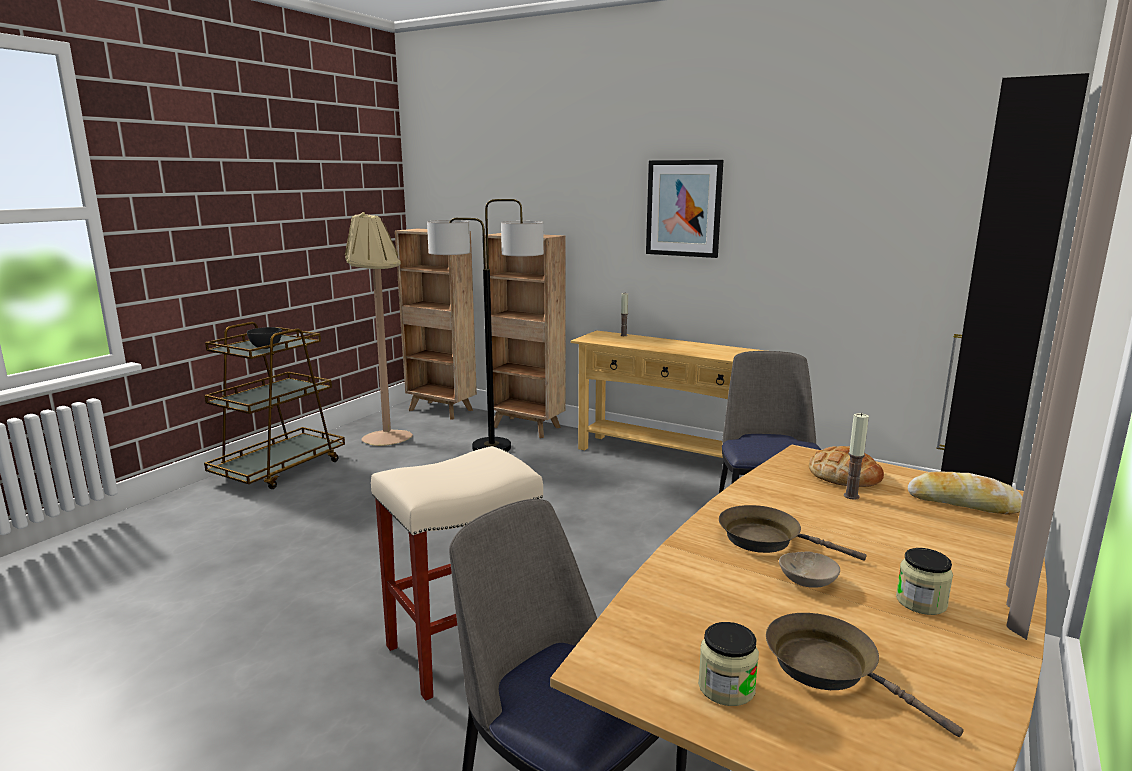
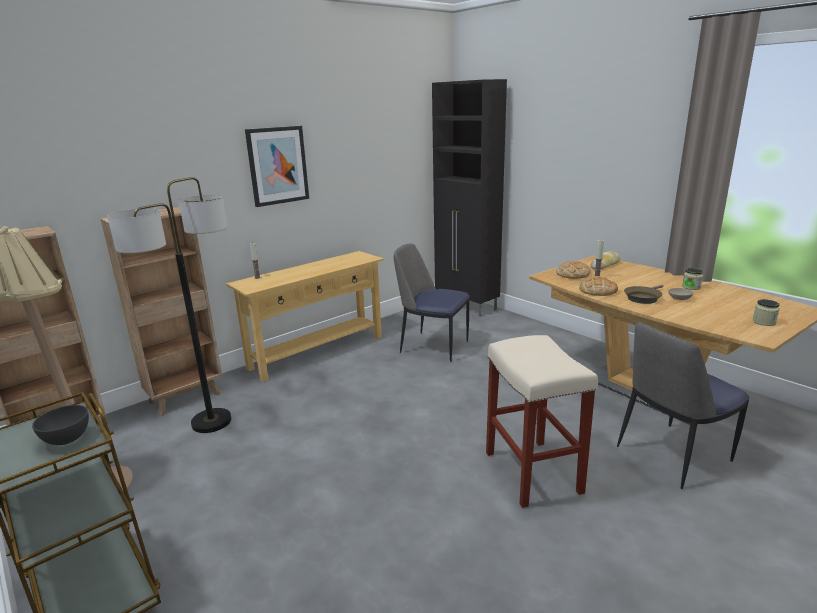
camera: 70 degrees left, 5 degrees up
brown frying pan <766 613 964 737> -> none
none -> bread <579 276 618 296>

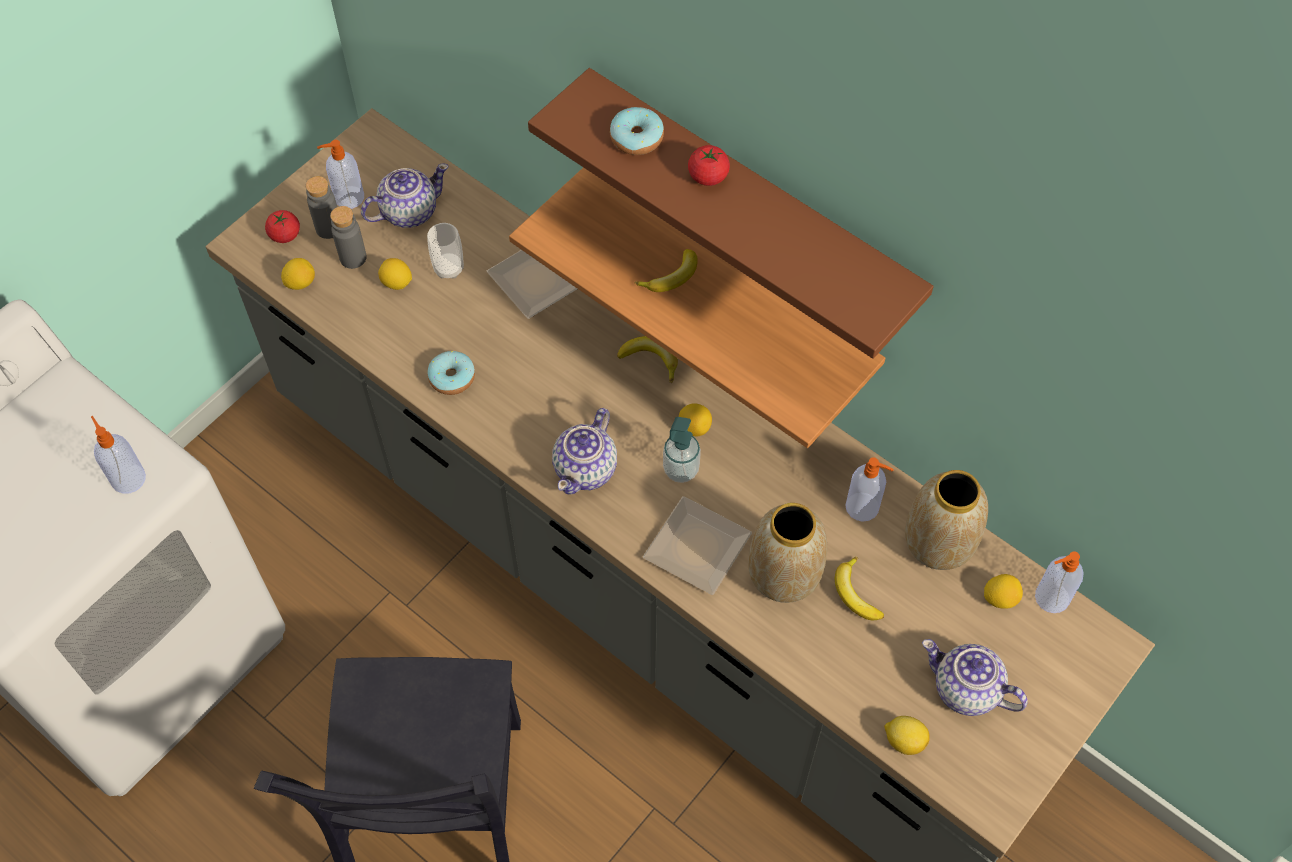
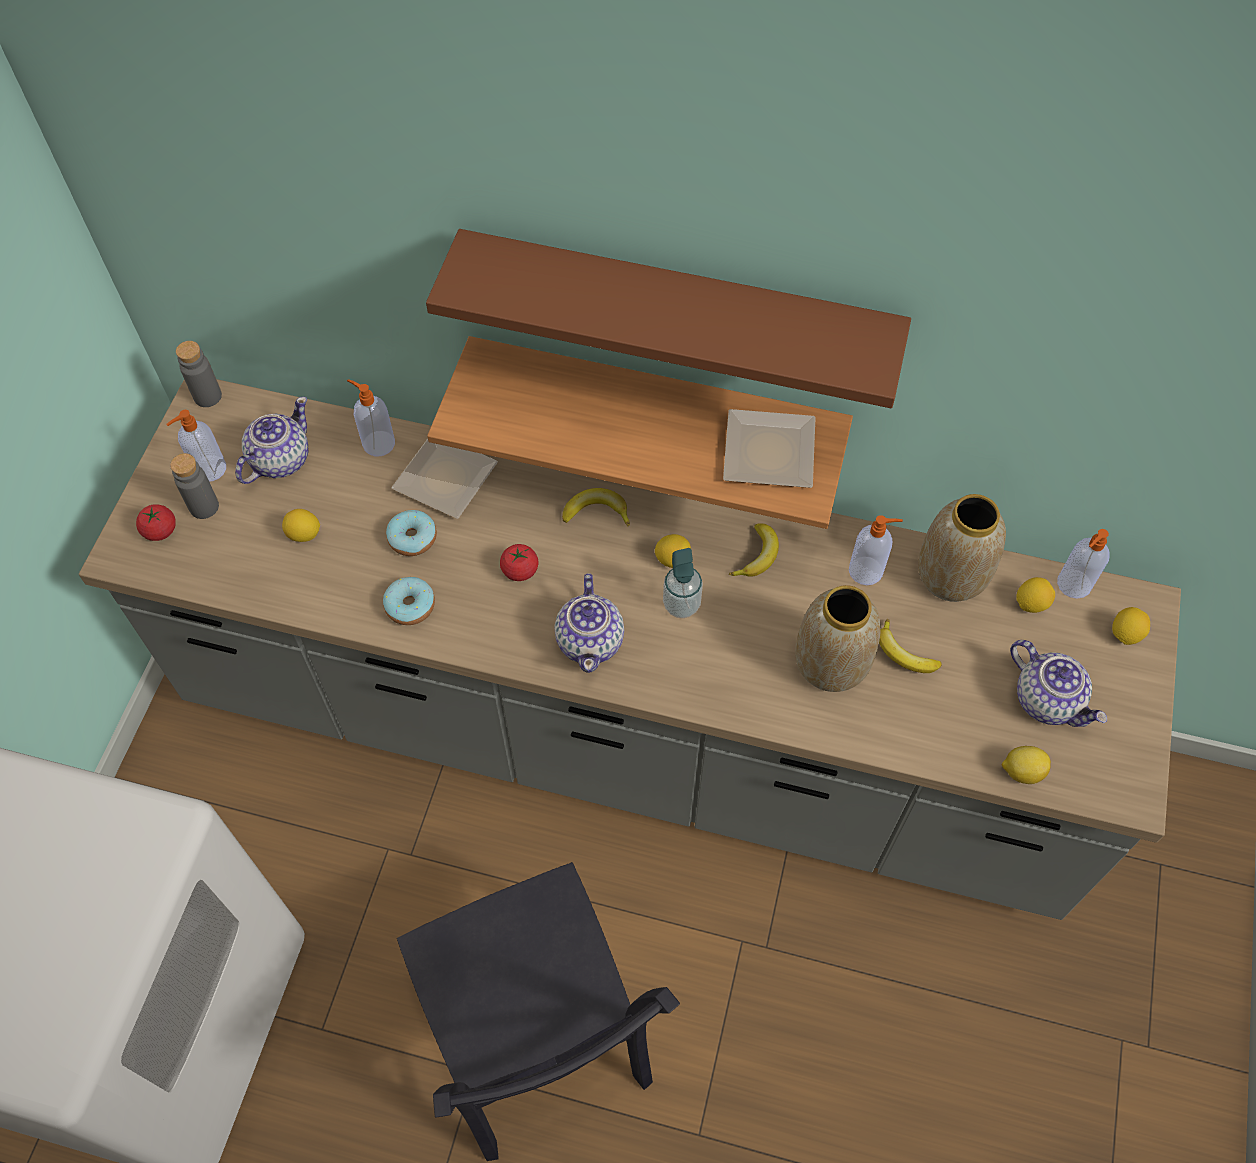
camera: 25 degrees left, 0 degrees up
donut <610 107 664 155> -> donut <386 510 437 556>, moved
tomato <688 145 730 186> -> tomato <500 544 538 581>, moved
grey bottle <330 206 367 269> -> grey bottle <176 341 222 407>, moved
cup <427 223 464 279> -> none
banana <635 249 698 292> -> banana <729 523 779 577>, moved
lemon <281 258 315 290> -> lemon <1112 607 1150 645>, moved
soap dispenser <91 416 146 494> -> soap dispenser <347 379 395 457>, moved
plate <643 496 752 595> -> plate <723 409 816 488>, moved
teapot <922 639 1028 716> -> teapot <1010 640 1107 727>, 135 degrees counterclockwise

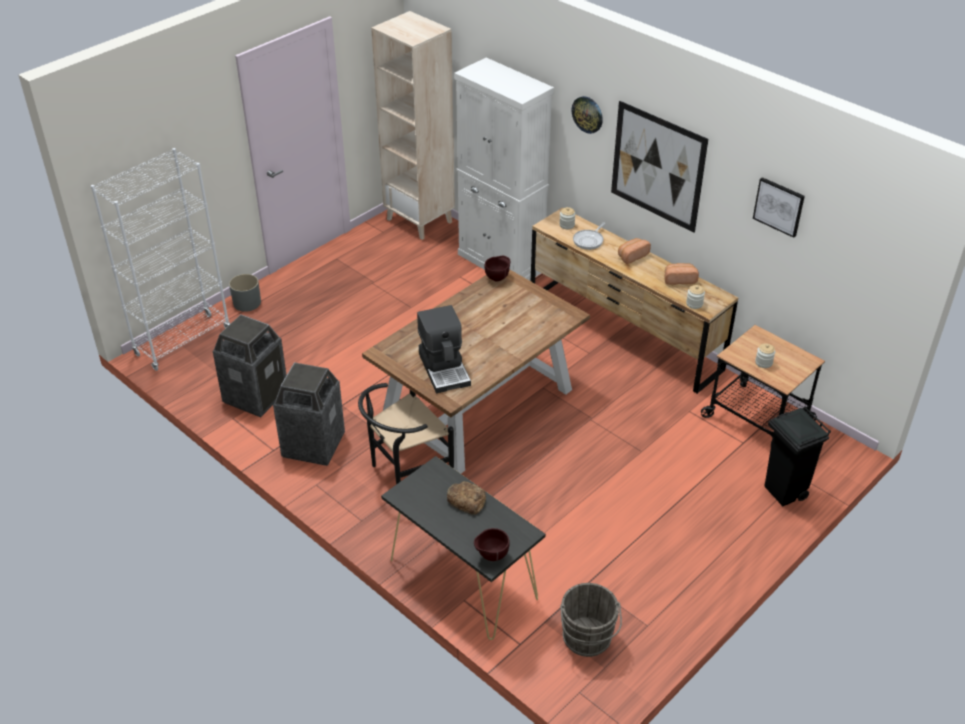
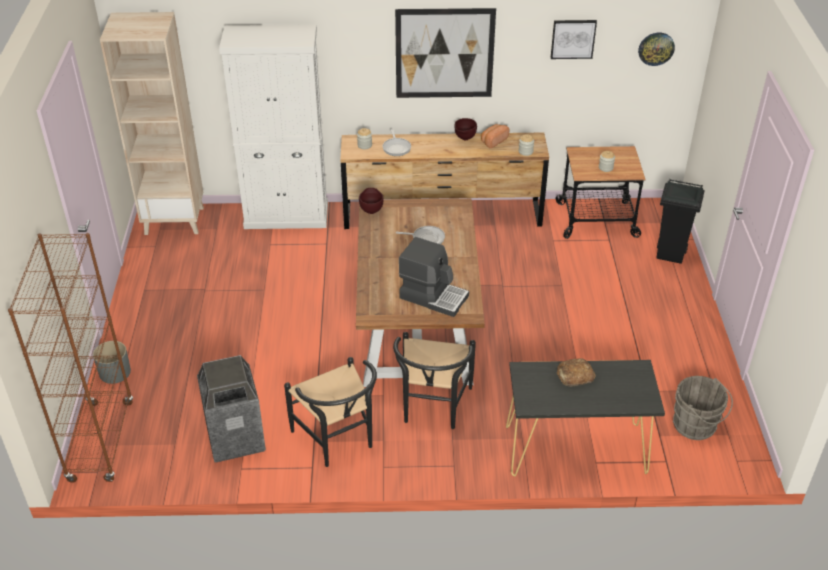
camera: 45 degrees left, 0 degrees up
wall clock <572 96 603 134> -> wall clock <638 33 675 66>, moved
white bookcase <91 148 230 371> -> brown bookcase <8 233 133 483>
bread <618 238 651 264> -> none
trash can <273 362 345 466> -> black chair <284 357 377 467>
brown bowl <474 528 510 561> -> brown bowl <454 118 477 140>, moved
none -> frying pan <396 226 445 244>

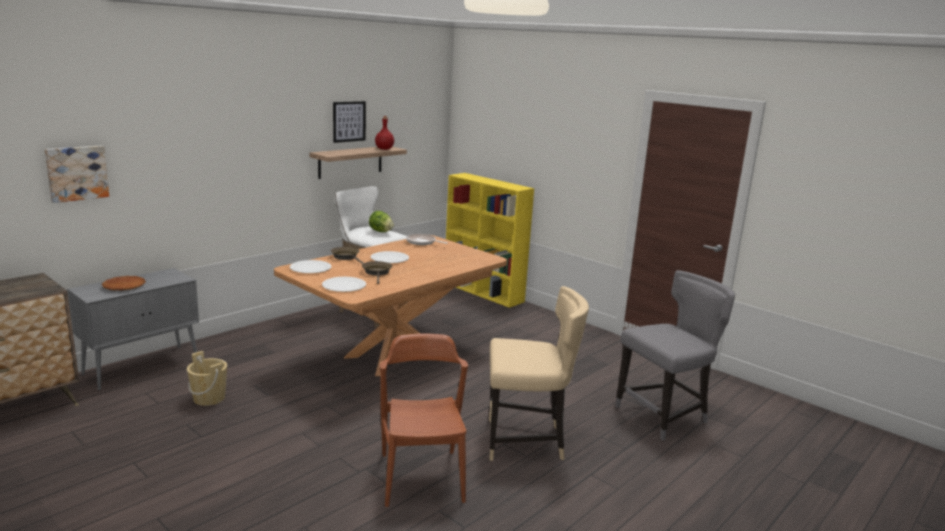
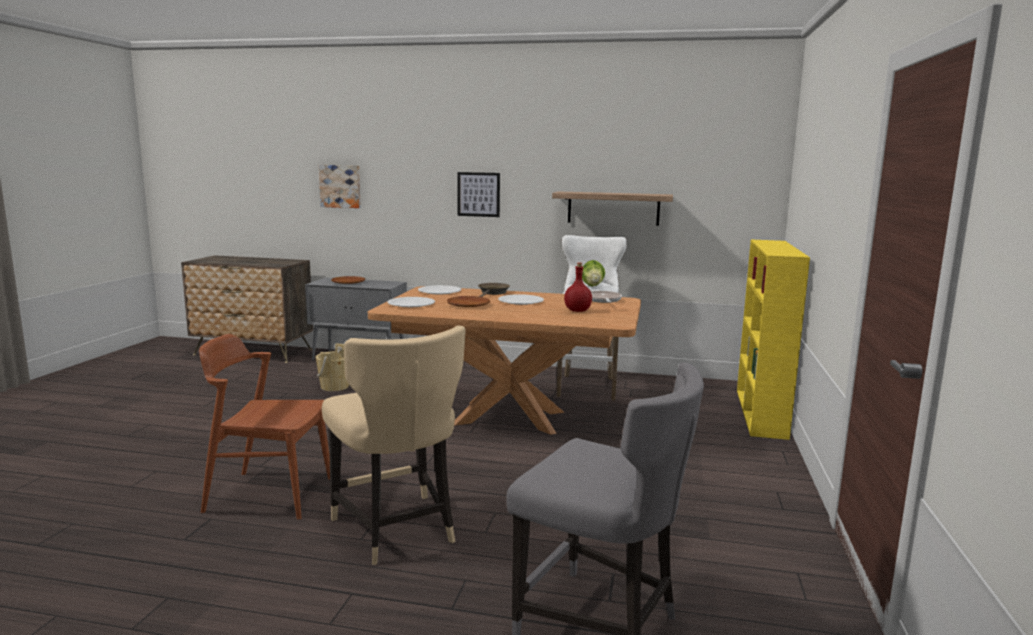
camera: 60 degrees right, 5 degrees down
picture <333 101 366 143> -> picture <457 172 500 217>, moved
red bottle <375 116 394 150> -> red bottle <564 263 592 312>, moved
brown frying pan <362 261 392 284> -> brown plate <447 296 491 307>
brown chair <380 333 468 507> -> brown chair <199 334 330 520>, 135 degrees counterclockwise

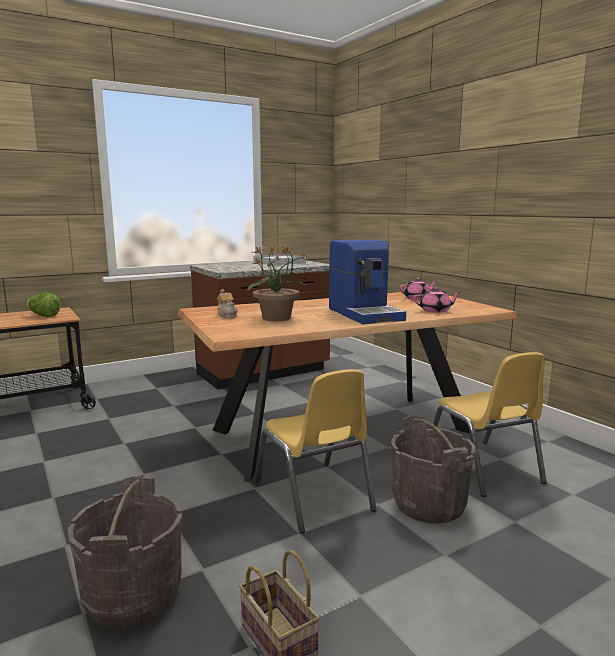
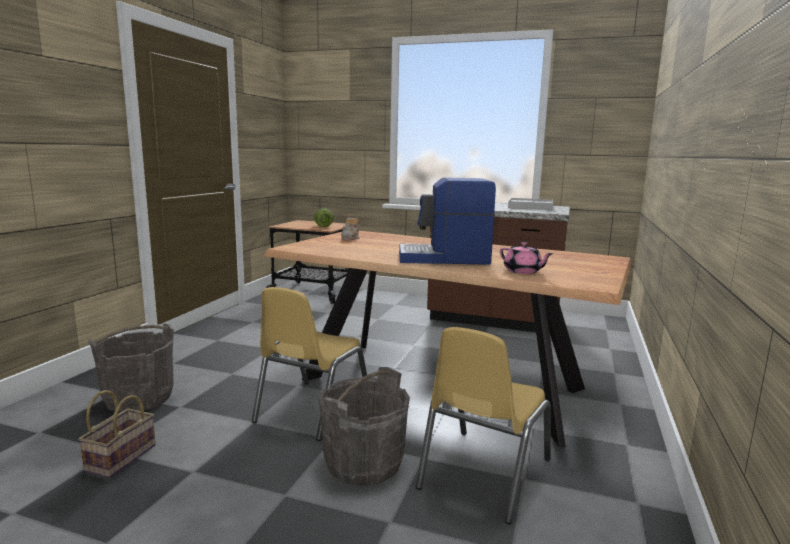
camera: 50 degrees right, 0 degrees up
coffee machine <329 239 406 324> -> coffee machine <399 177 496 265>, 60 degrees clockwise
potted plant <247 246 308 321> -> none
pink teapot <400 278 437 300> -> none

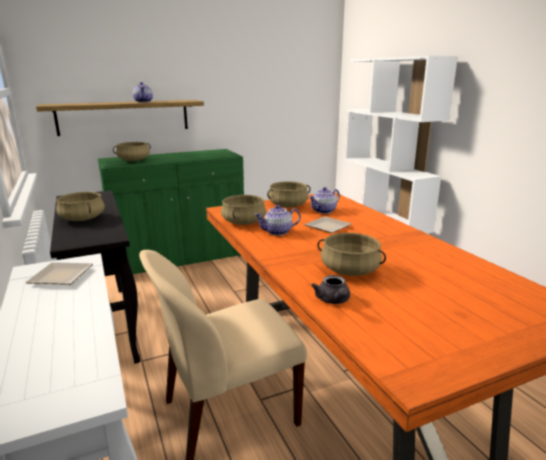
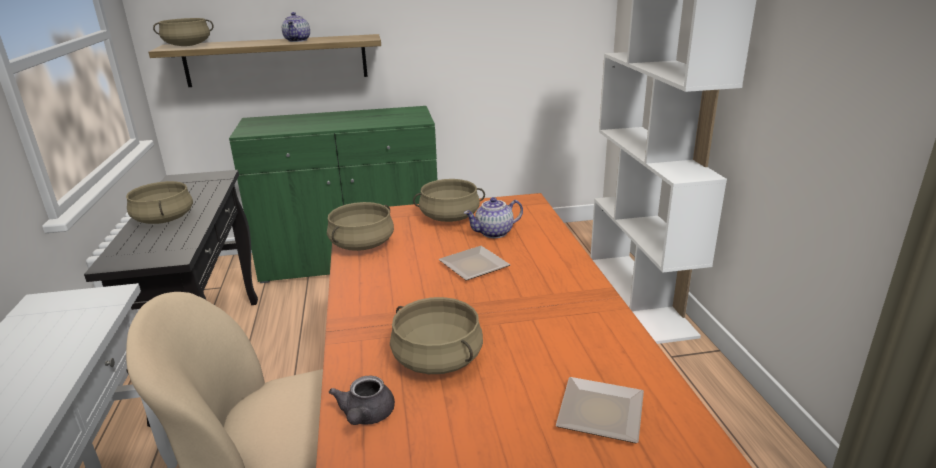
camera: 15 degrees right, 5 degrees up
beige cooking pot <113 142 151 161> -> beige cooking pot <153 18 214 46>, moved
teapot <254 205 301 236> -> none
plate <25 262 93 285> -> plate <556 377 644 443>, moved

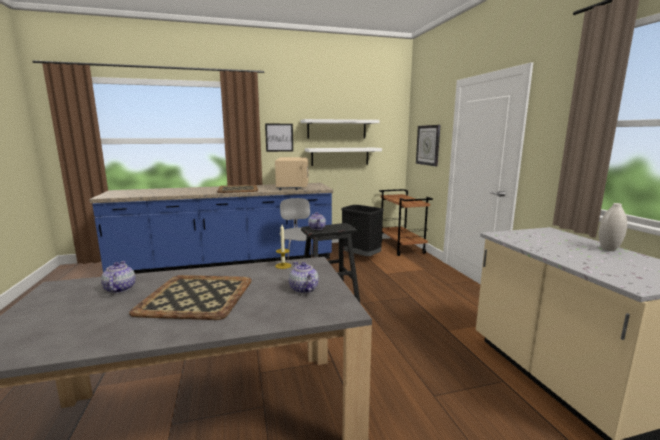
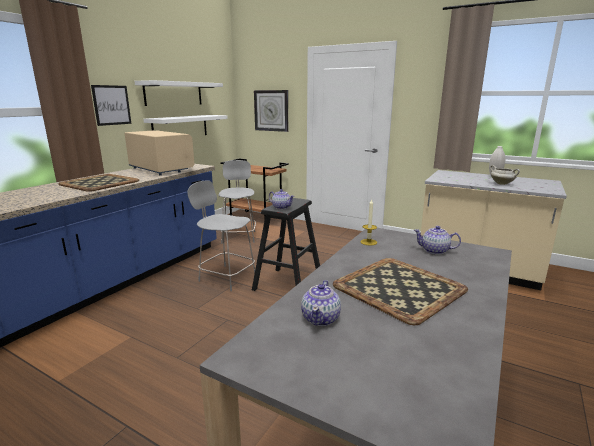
camera: 45 degrees left, 5 degrees up
black trash can <341 205 384 256> -> grey chair <218 160 256 244>
teapot <101 261 136 293> -> teapot <301 280 341 326>, 105 degrees counterclockwise
none -> white cooking pot <490 165 520 185>

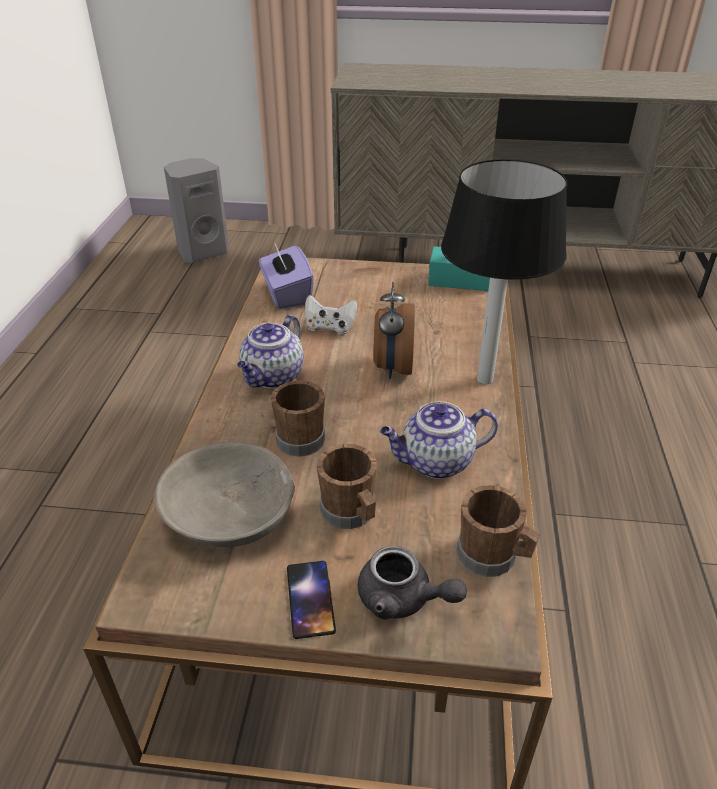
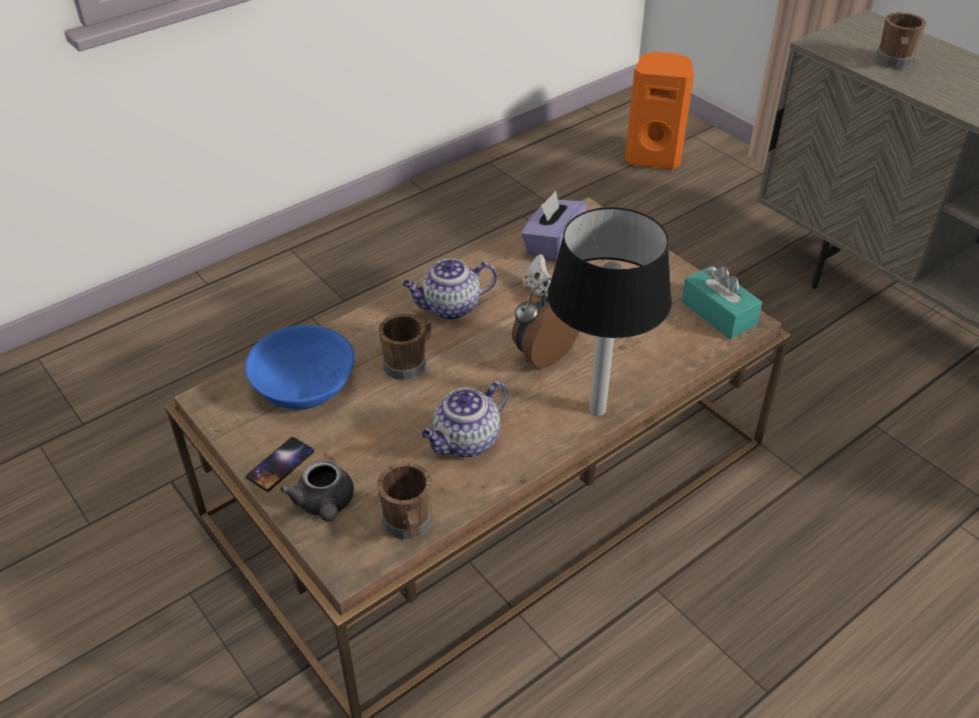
camera: 45 degrees right, 5 degrees up
grey speaker <164 158 229 263> -> orange speaker <625 52 694 169>
teapot <380 401 498 479> -> teapot <421 381 508 457>, 75 degrees counterclockwise
grey bowl <154 441 295 547> -> blue bowl <245 325 355 410>
brown mug <317 444 377 529> -> brown mug <876 12 926 69>, moved

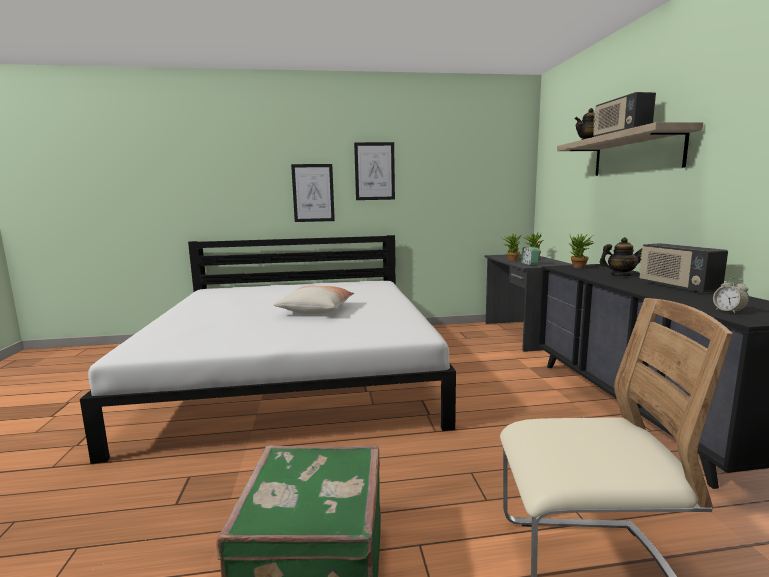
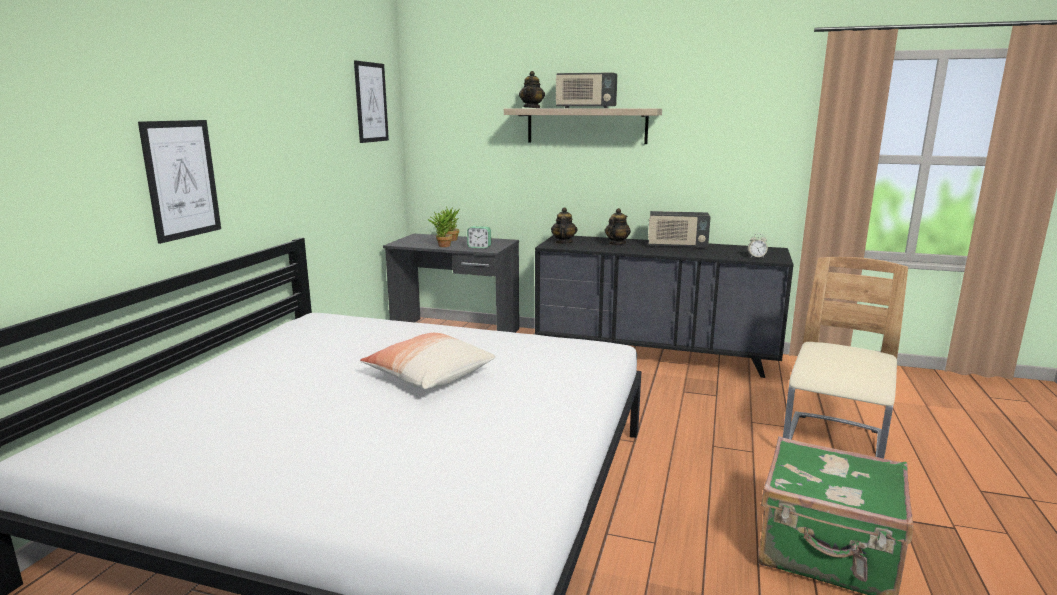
camera: 65 degrees left, 5 degrees up
picture <354 142 395 200> -> picture <354 61 389 143>, moved
potted plant <569 234 595 268> -> teapot <551 207 578 244>

